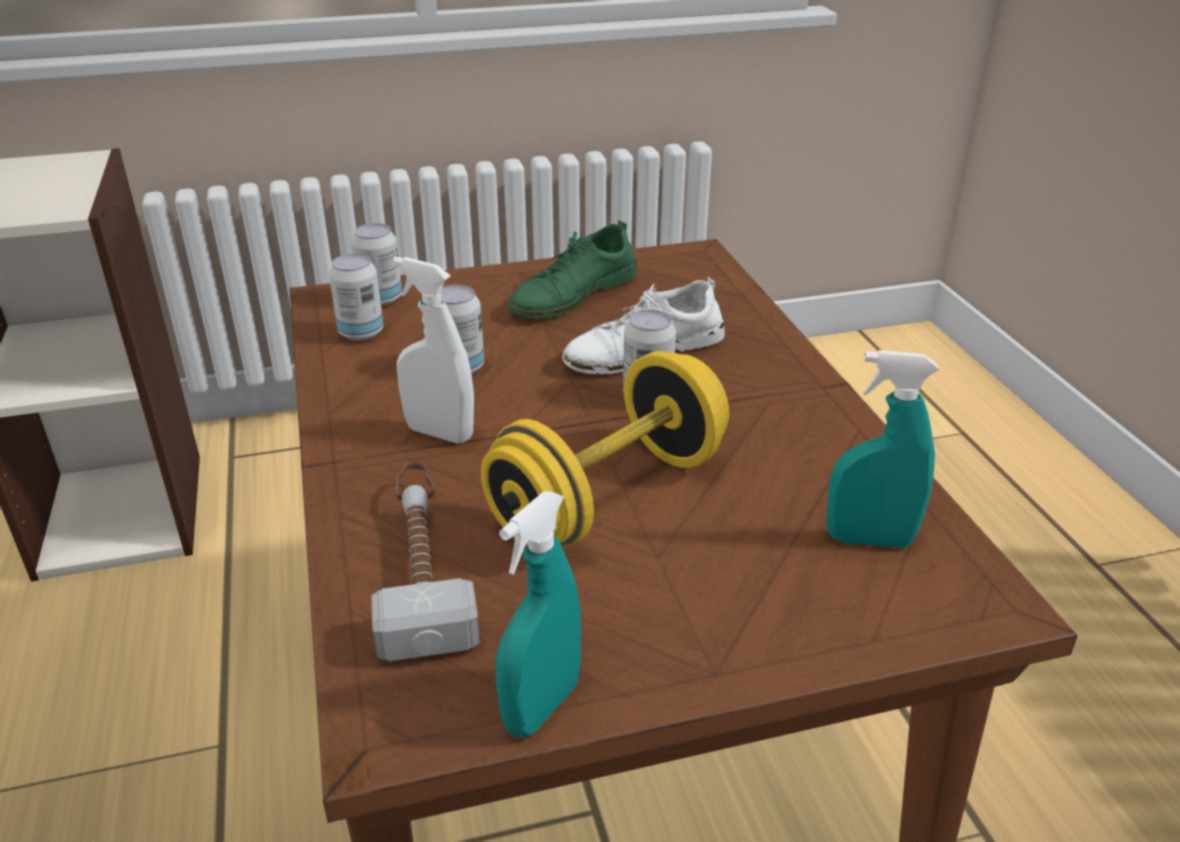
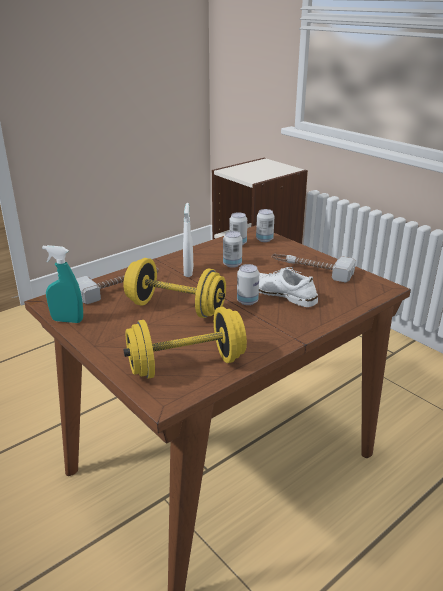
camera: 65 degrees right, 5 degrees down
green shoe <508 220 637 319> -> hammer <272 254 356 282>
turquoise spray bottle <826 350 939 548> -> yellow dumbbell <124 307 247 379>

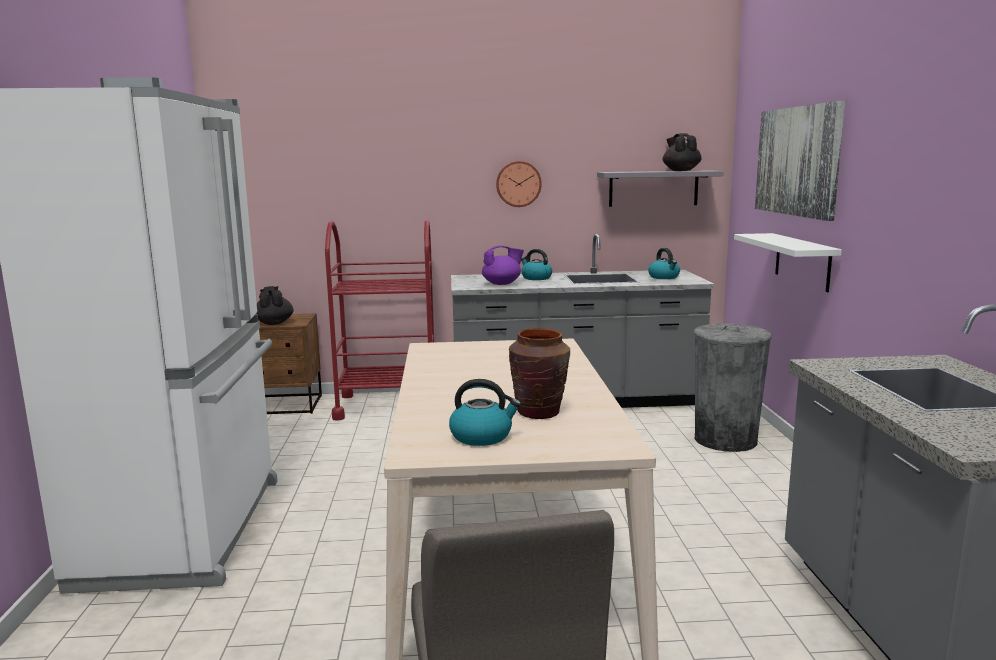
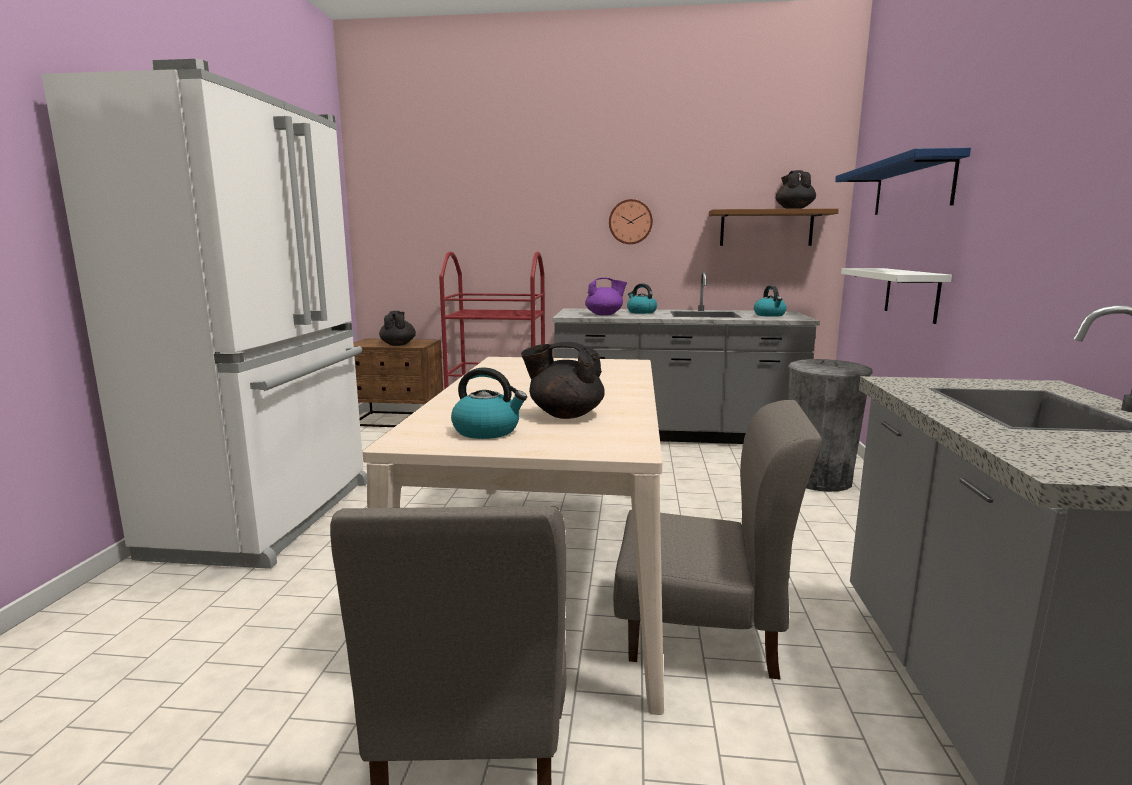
camera: 10 degrees right, 0 degrees up
picture <755 101 845 221> -> blue shelf <835 148 971 215>
grey shelf <597 170 724 207> -> brown shelf <709 208 839 246>
brown vase <509 328 570 419> -> black teapot <521 342 605 419>
none -> grey chair <613 400 822 680>

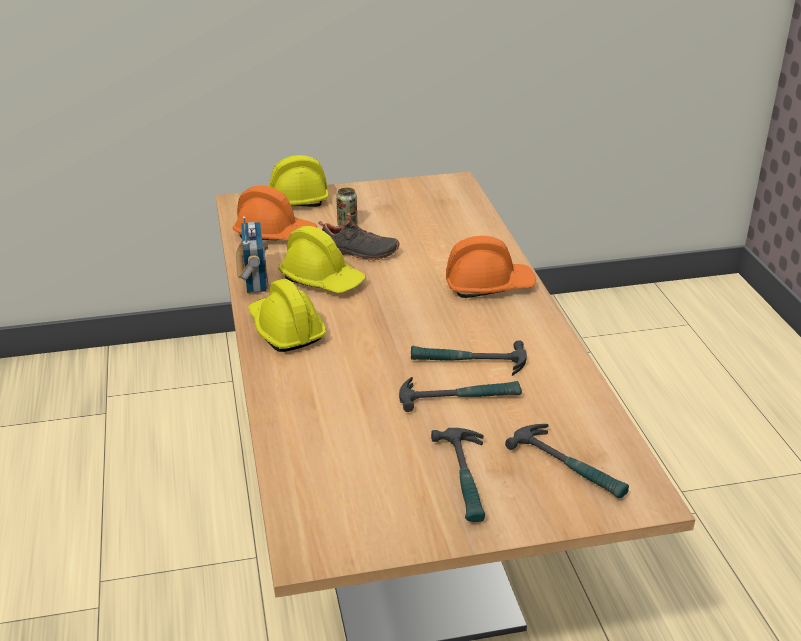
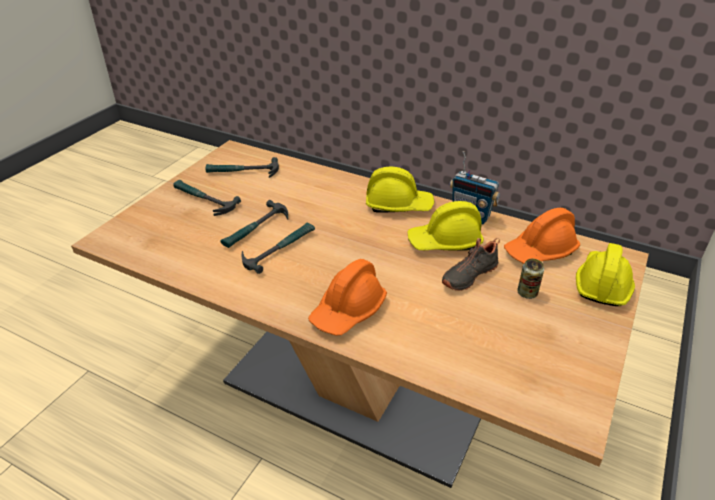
camera: 130 degrees right, 5 degrees up
hammer <505 424 629 498> -> hammer <205 157 279 178>, moved

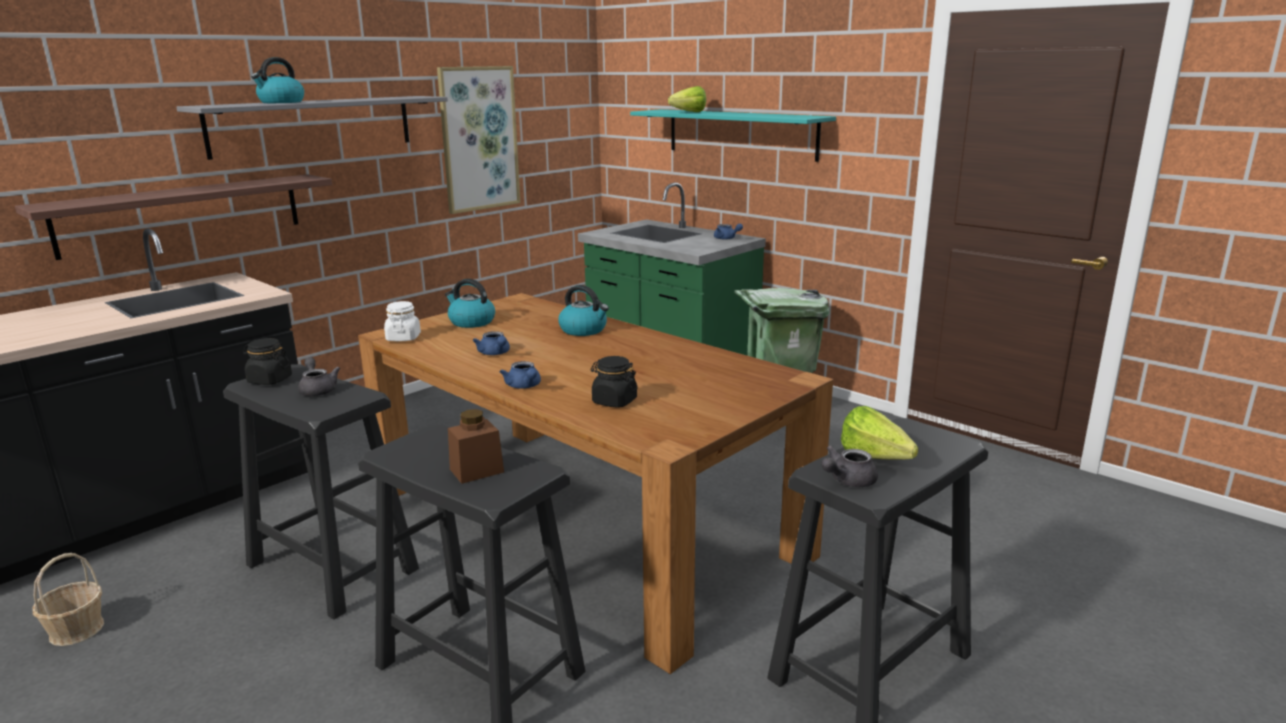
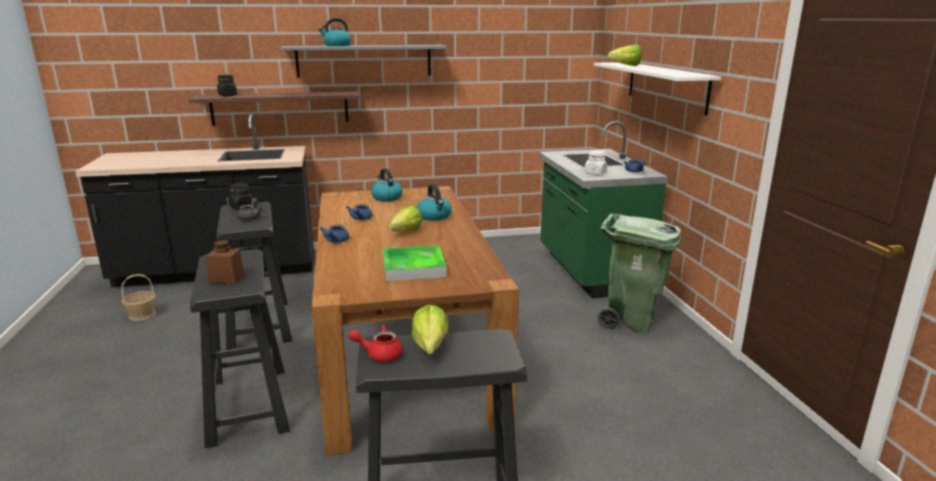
camera: 35 degrees right, 0 degrees up
picture <437 66 520 214> -> none
turquoise shelf <630 109 836 162> -> white shelf <594 62 721 116>
white jar <384 301 421 341> -> white jar <585 150 607 175>, moved
black jar <591 356 638 408> -> black jar <217 75 237 96>, moved
grey teapot <821 446 878 487> -> red teapot <348 325 403 362>
none -> lettuce <388 205 422 231>
none -> tray <383 245 447 281>

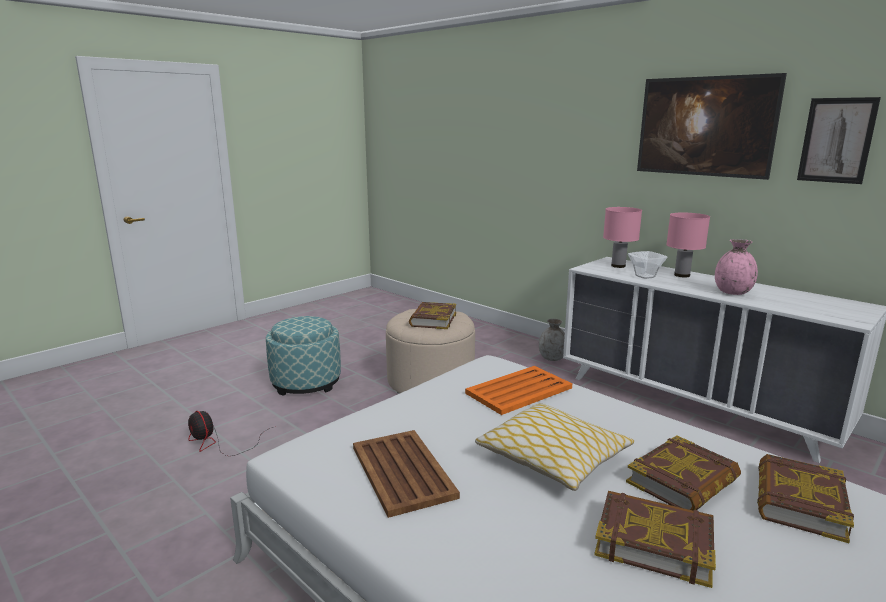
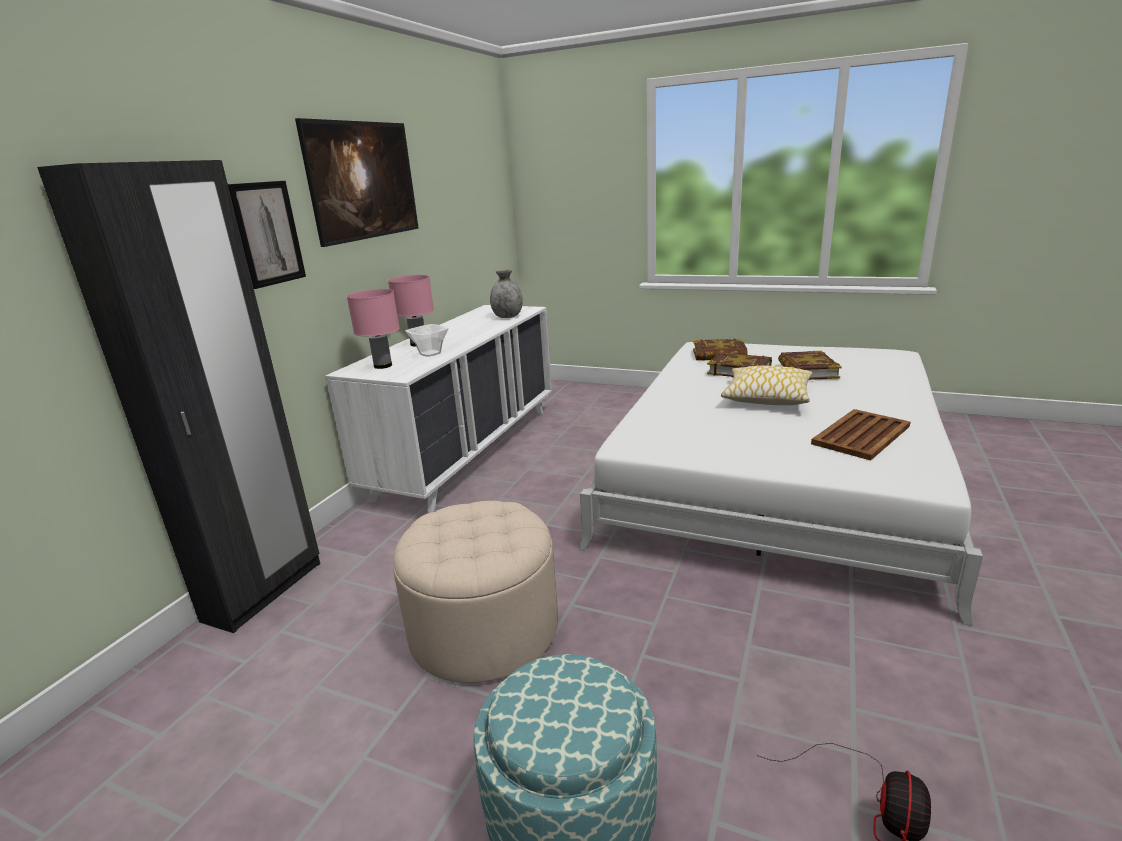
camera: 110 degrees left, 5 degrees up
picture <797 97 881 184> -> picture <228 181 306 289>, moved
pink vase <715 239 758 295> -> none
book <409 302 456 329> -> none
grey vase <539 319 565 361> -> grey vase <490 270 523 318>, moved
orange tray <465 366 572 415> -> none
none -> black wardrobe <37 160 320 633>

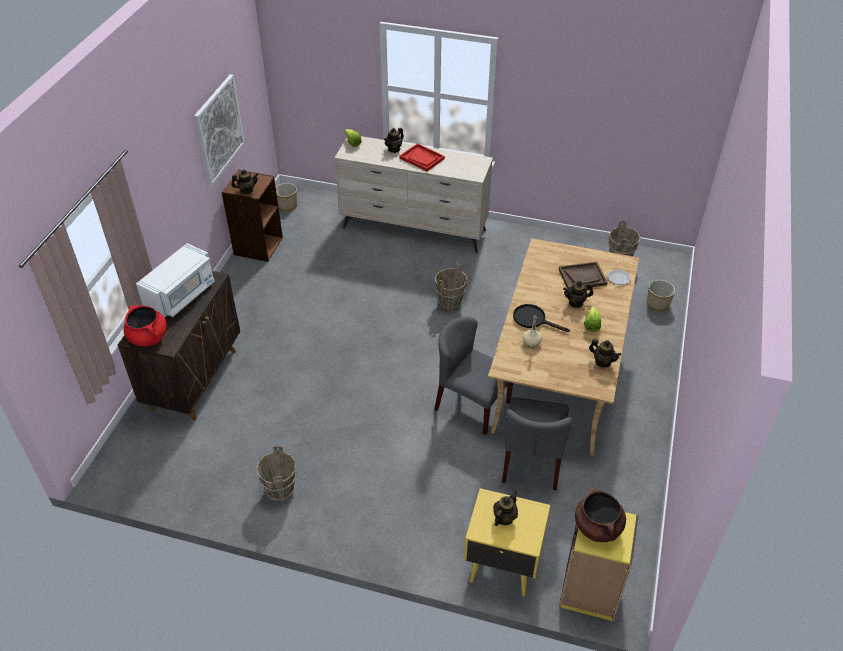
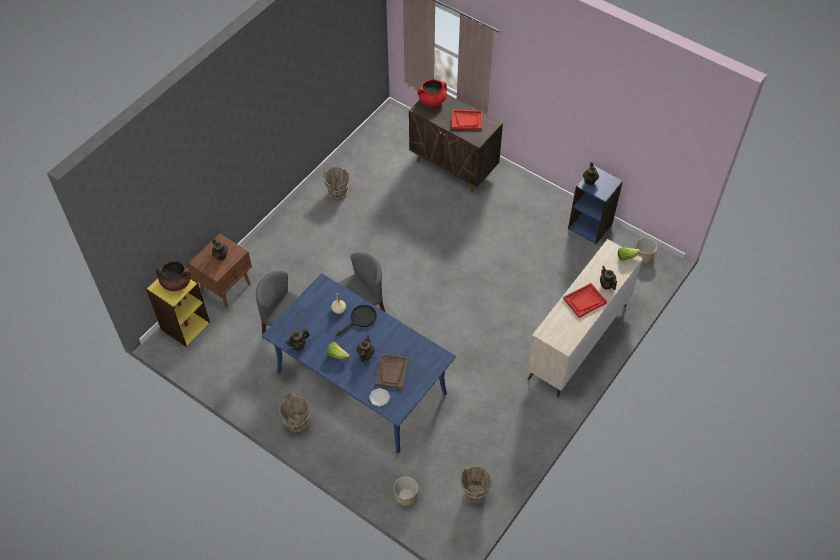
camera: 110 degrees right, 10 degrees up
picture <194 74 245 186> -> none
brown bookcase <221 170 283 262> -> blue bookcase <568 165 623 244>
beige dining table <488 238 639 456> -> blue dining table <262 273 456 454>
white microwave <136 243 215 318> -> red tray <452 110 482 130>
brown bucket <435 264 467 311> -> brown bucket <279 393 309 432>, moved
yellow nightstand <464 488 550 596> -> brown nightstand <188 233 252 308>

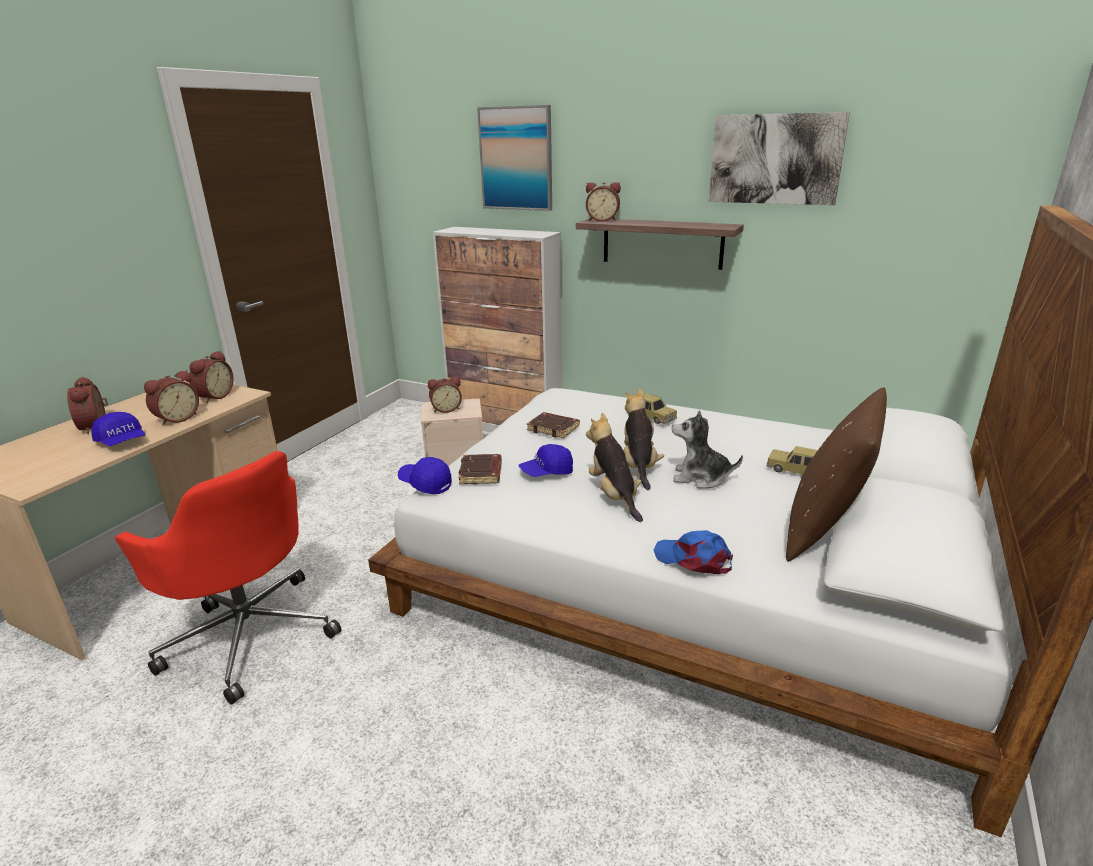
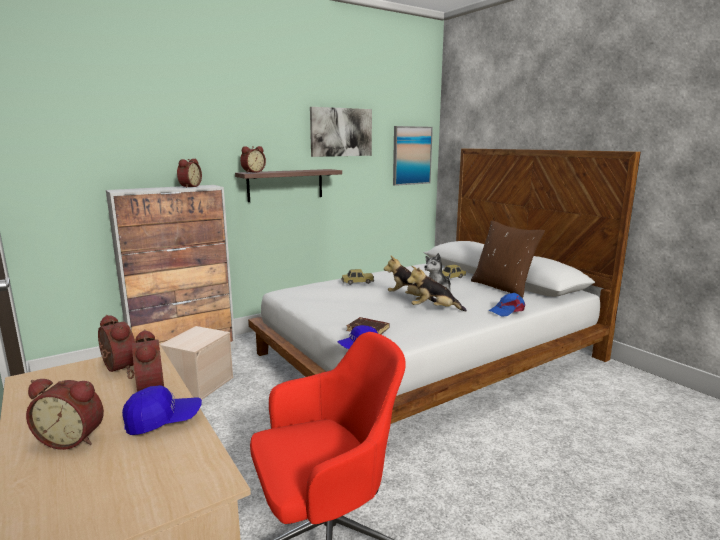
camera: 60 degrees left, 10 degrees down
picture <477 105 552 211> -> picture <393 126 433 186>, moved
alarm clock <428 377 462 413> -> alarm clock <177 159 202 188>, moved
brown book <527 412 580 438> -> none
blue cap <519 444 573 477> -> none

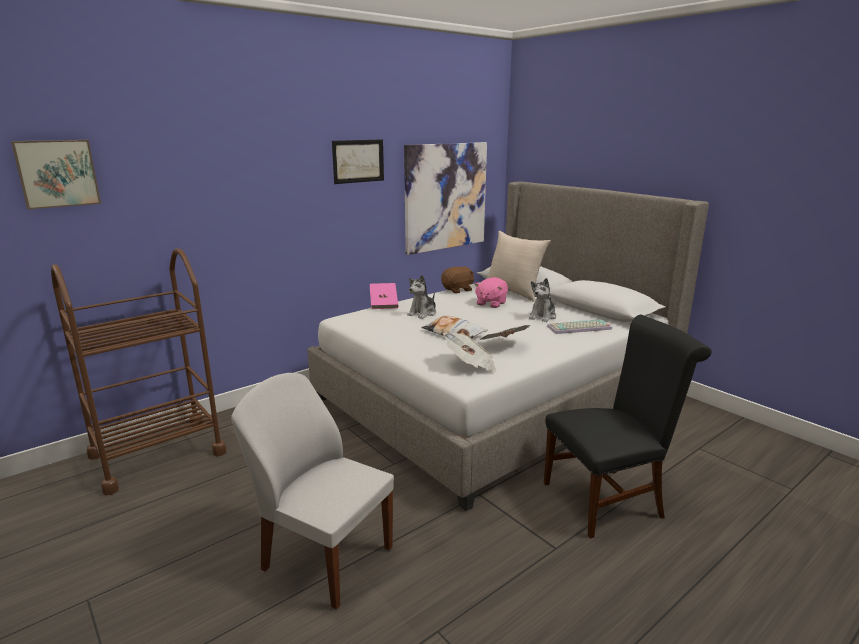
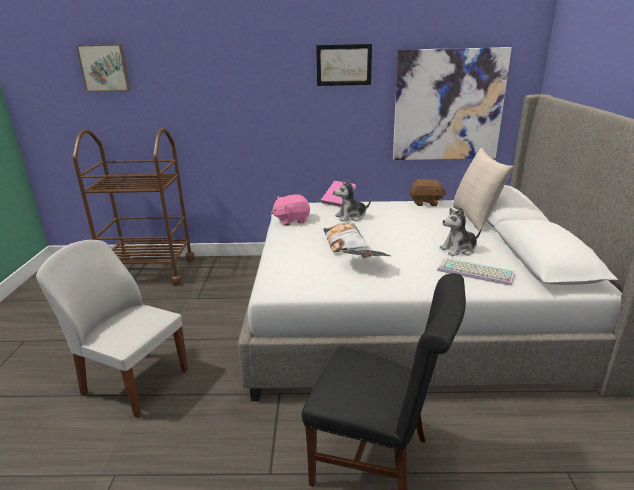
camera: 40 degrees right, 5 degrees up
pink plush toy <474 277 508 308> -> pink plush toy <271 194 310 226>, moved
newspaper <443 332 497 372> -> none
white chair <231 373 394 609> -> white chair <36 240 188 418>, 45 degrees counterclockwise

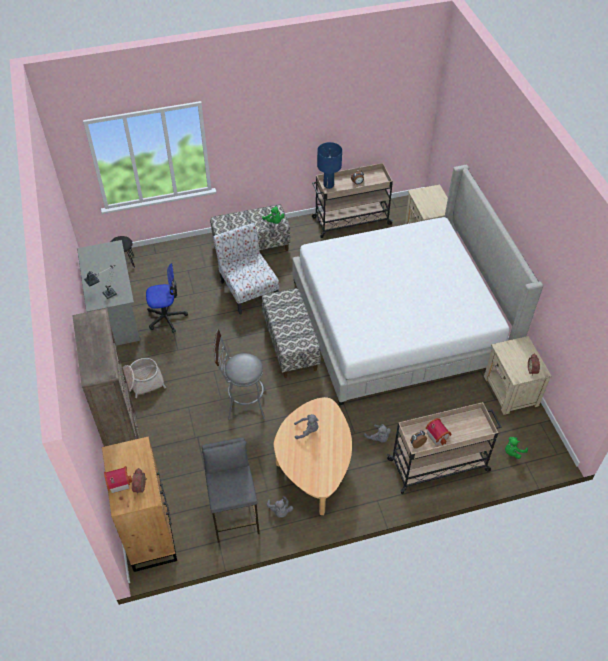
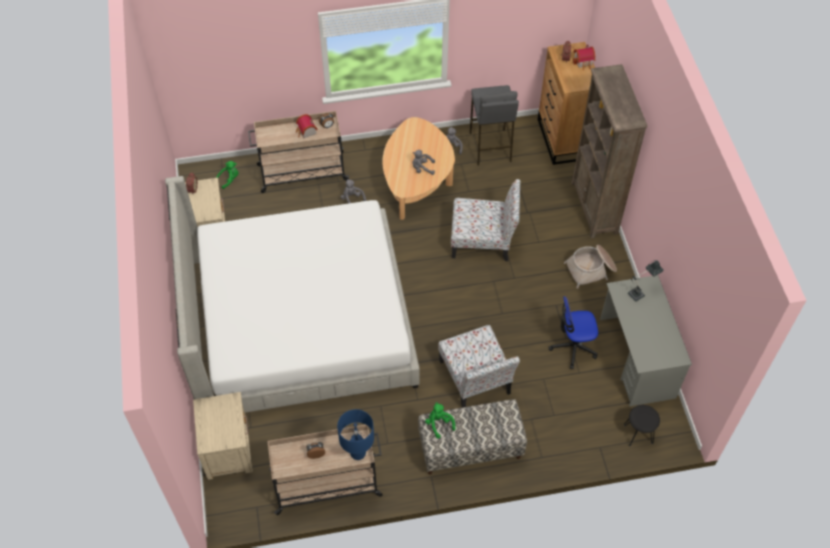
camera: 175 degrees left, 5 degrees up
bench <262 288 321 378> -> none
grey stool <214 329 266 420> -> chair <451 179 520 261>

